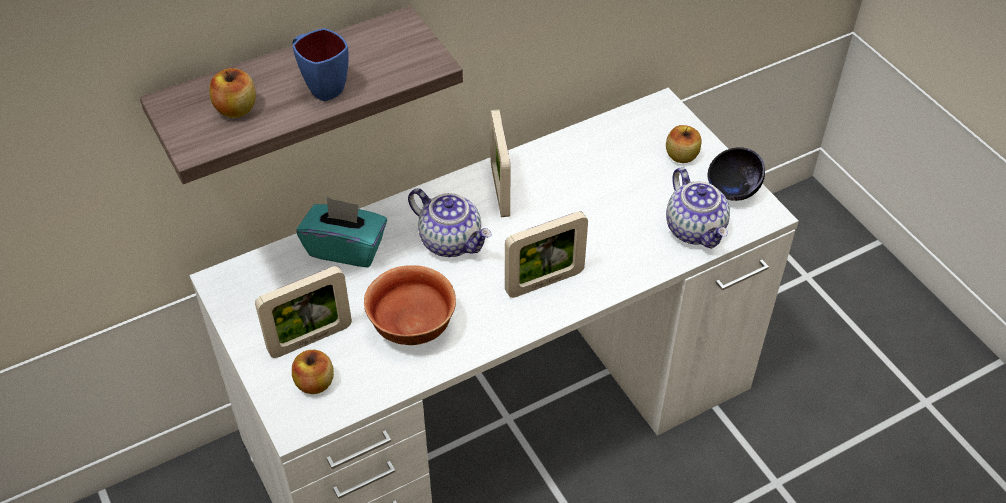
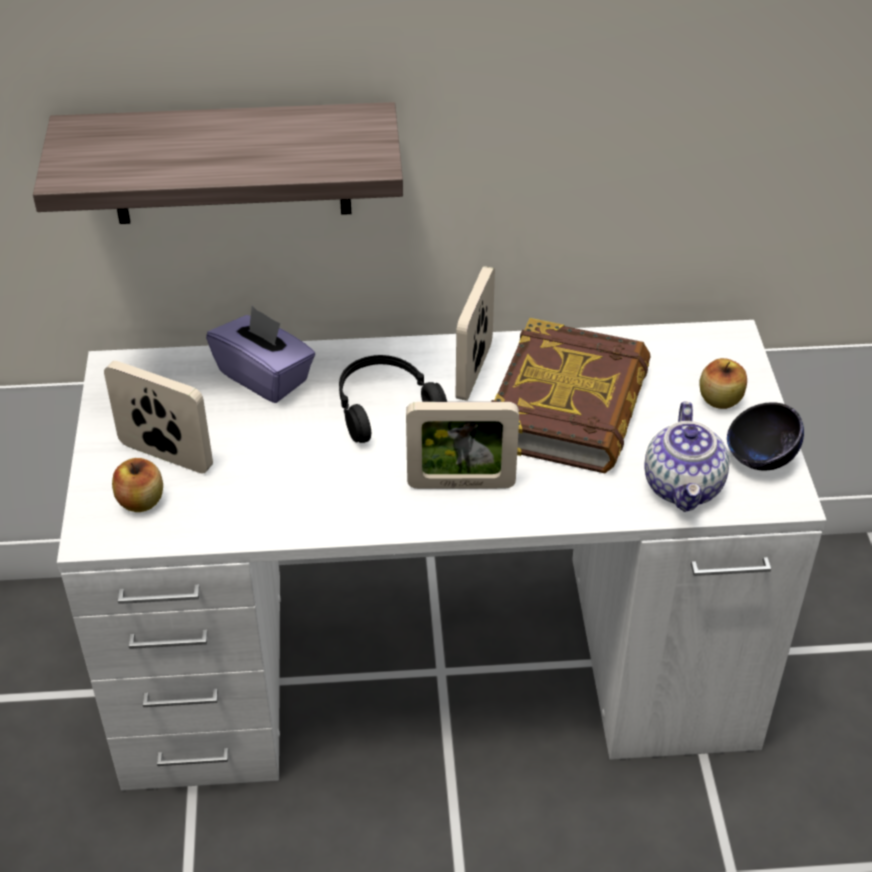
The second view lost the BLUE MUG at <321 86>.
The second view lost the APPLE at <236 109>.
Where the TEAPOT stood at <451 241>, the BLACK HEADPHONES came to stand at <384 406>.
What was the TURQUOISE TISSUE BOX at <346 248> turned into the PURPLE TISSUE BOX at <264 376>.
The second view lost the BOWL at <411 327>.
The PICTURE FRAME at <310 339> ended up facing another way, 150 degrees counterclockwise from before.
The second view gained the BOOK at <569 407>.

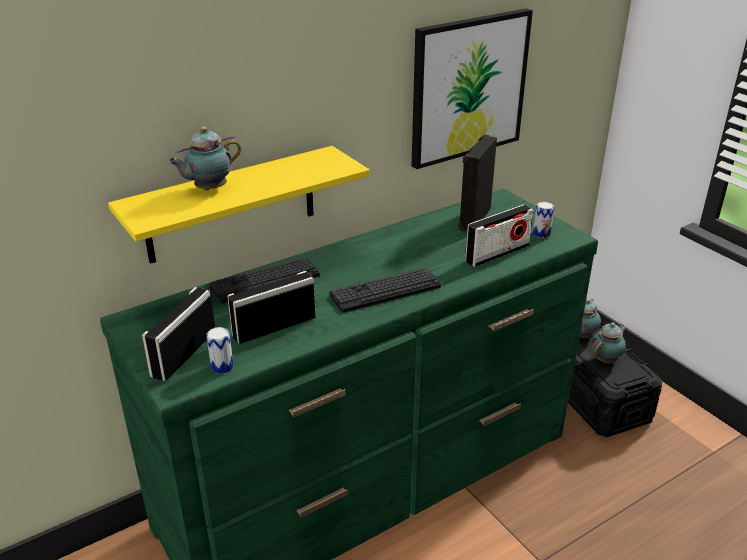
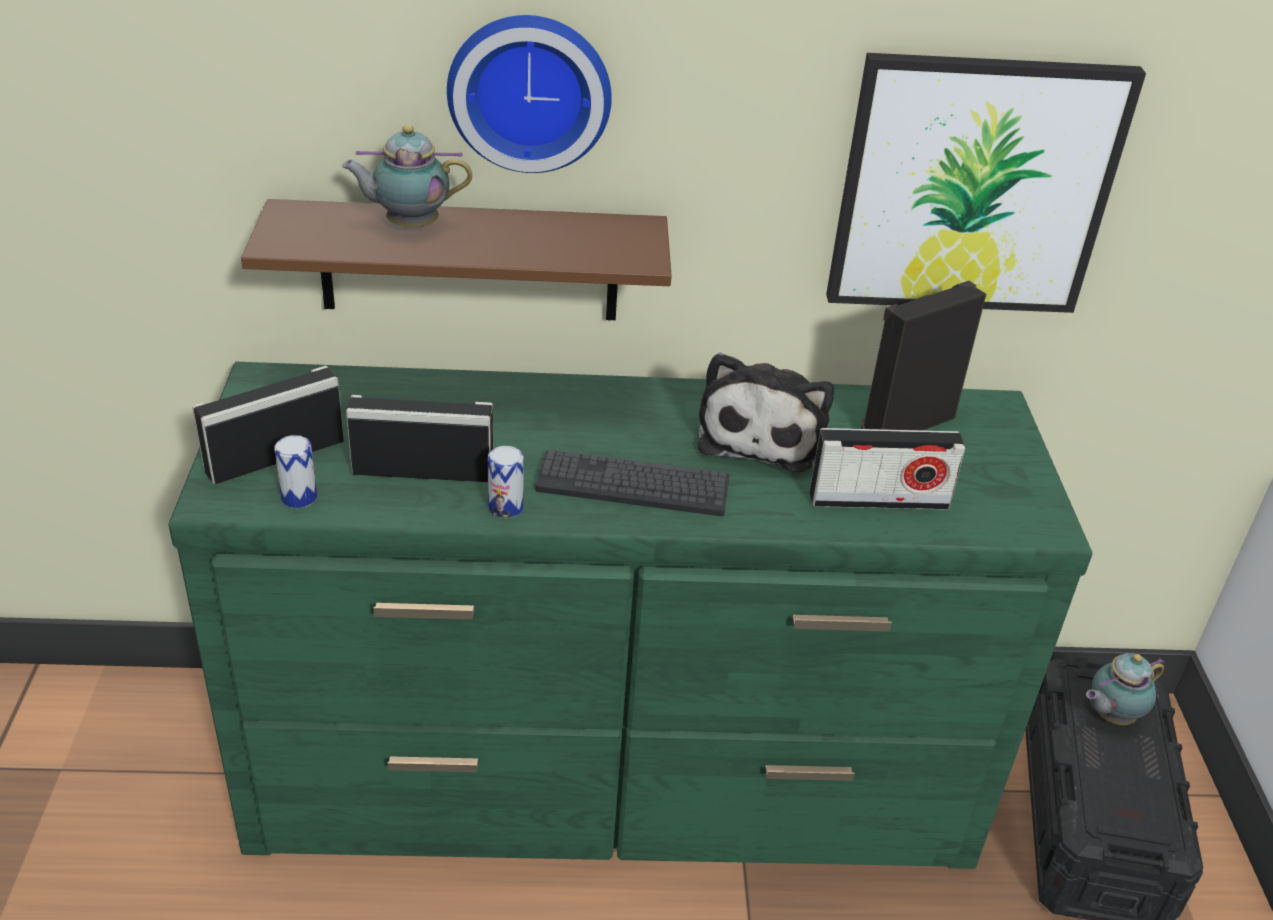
What was the YELLOW SHELF at <231 205> turned into the BROWN SHELF at <469 261>.
The CAN ended up elsewhere, having gone from <541 234> to <505 507>.
The second view lost the KEYBOARD at <265 281>.
The second view lost the TEAPOT at <606 359>.
The second view gained the WALL CLOCK at <530 90>.
The second view gained the PLUSH TOY at <763 434>.

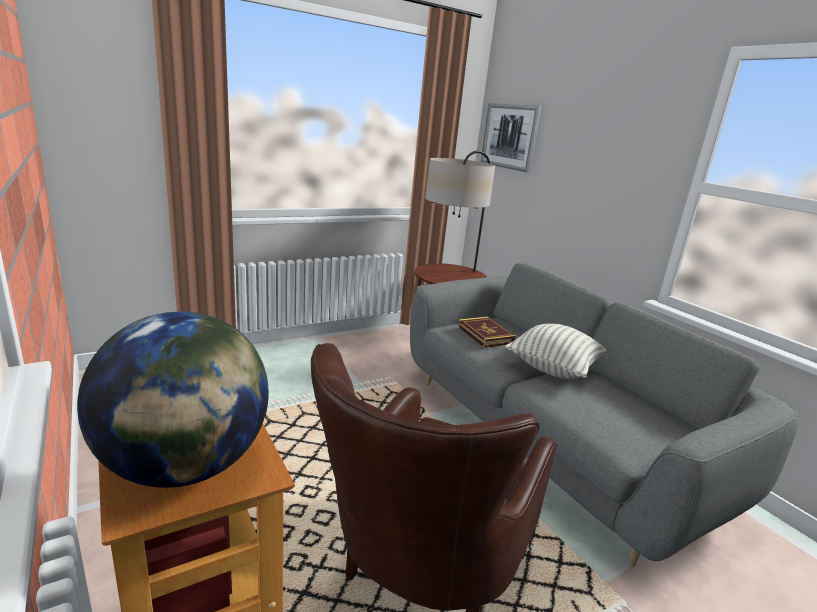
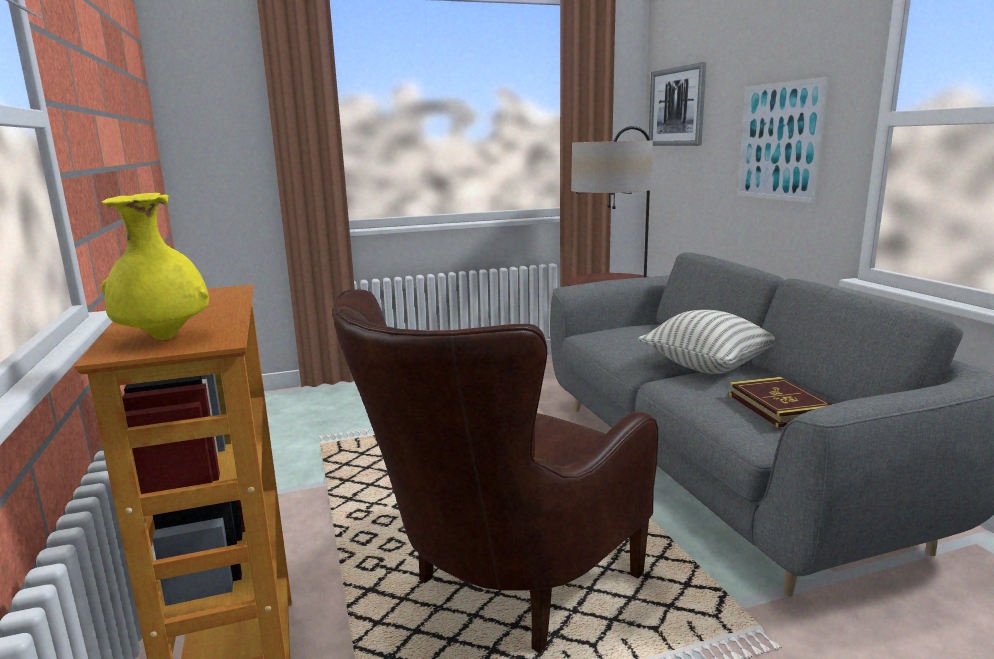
Where the GLOBE stood at <186 466>, the YELLOW VASE came to stand at <164 338>.
The BOOK ended up elsewhere, having gone from <485 335> to <778 407>.
The second view gained the PICTURE at <779 141>.

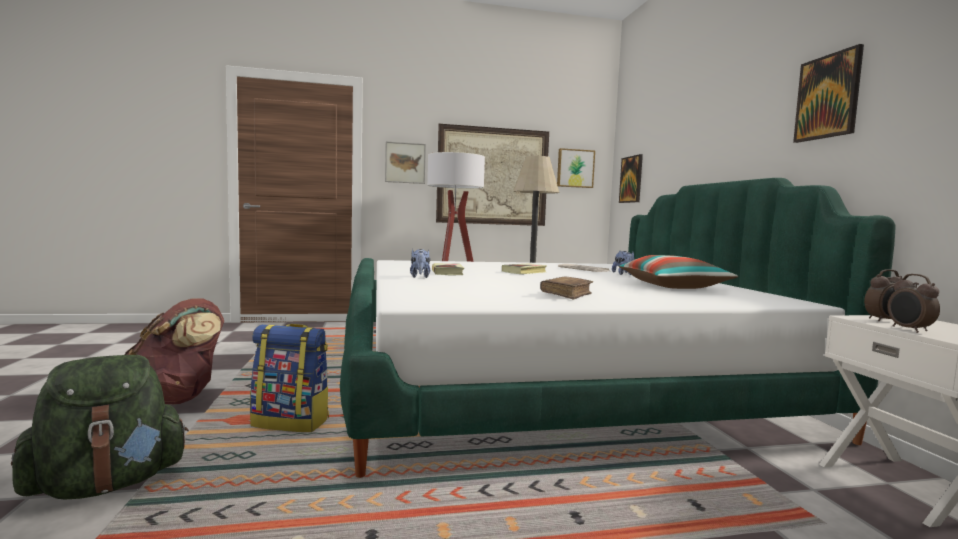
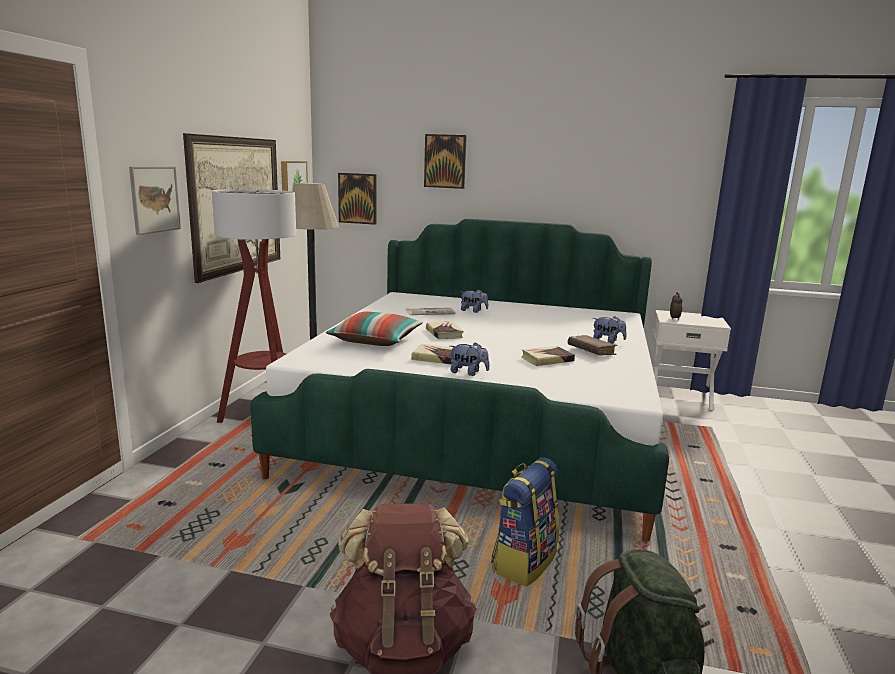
The PICTURE ended up elsewhere, having gone from <828 97> to <445 161>.
The PILLOW ended up elsewhere, having gone from <672 286> to <375 341>.
The second view lost the ALARM CLOCK at <909 329>.
The second view gained the PLUSH TOY at <607 341>.
The second view gained the BOOK at <547 359>.

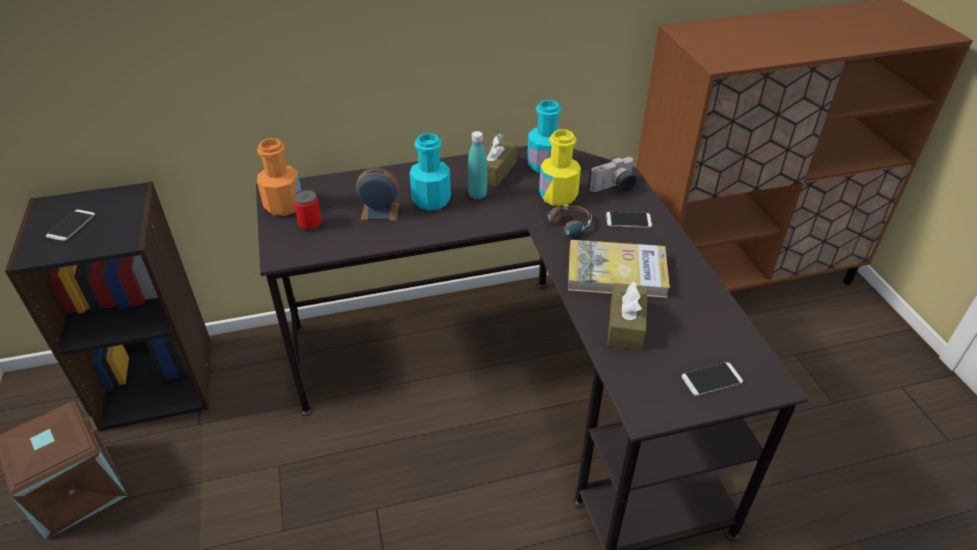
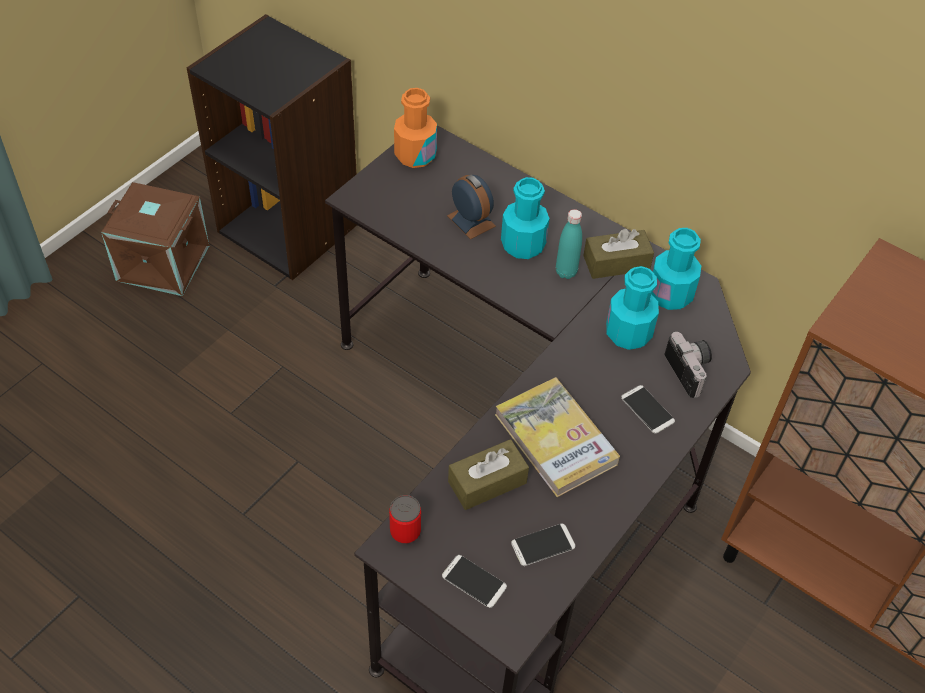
What was the YELLOW BOTTLE at <558 196> turned into the TURQUOISE BOTTLE at <628 333>.
The PHOTO CAMERA at <614 187> ended up facing another way, 135 degrees counterclockwise from before.
The CAN ended up elsewhere, having gone from <310 224> to <405 531>.
The second view lost the HEADPHONES at <564 228>.
The PHONE ended up elsewhere, having gone from <71 225> to <543 545>.

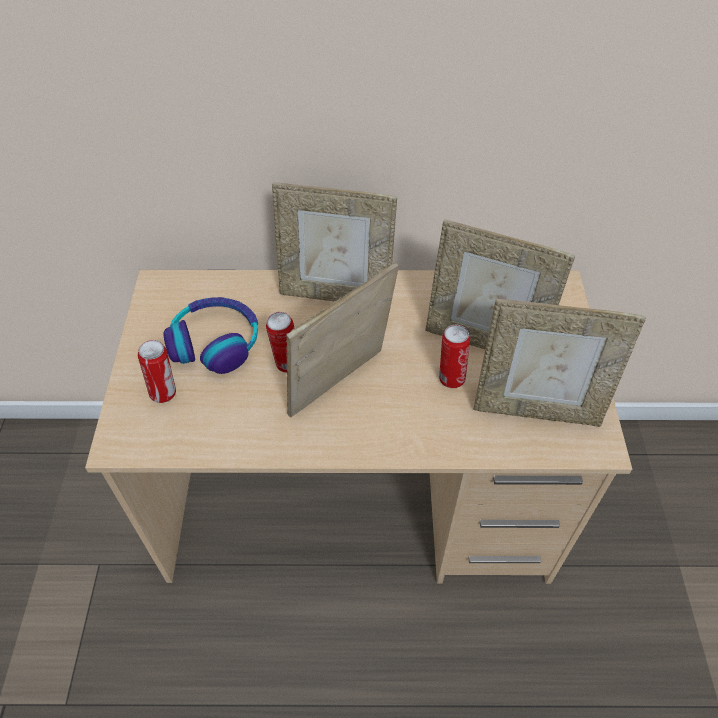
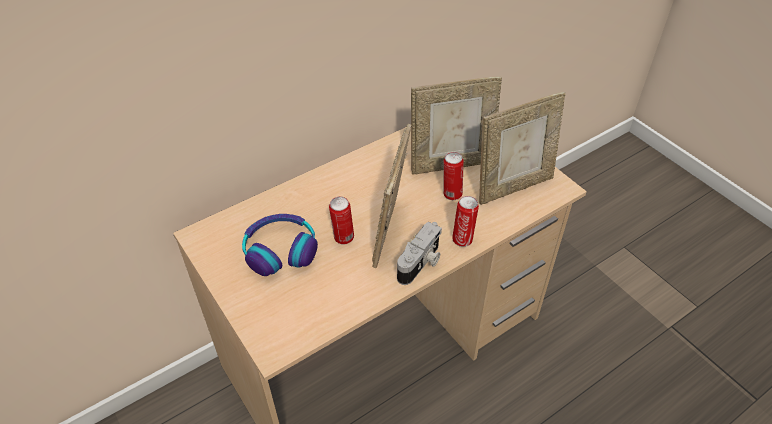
The second view lost the PICTURE FRAME at <335 294>.
The CAN ended up elsewhere, having gone from <164 392> to <462 239>.
The second view gained the PHOTO CAMERA at <421 263>.

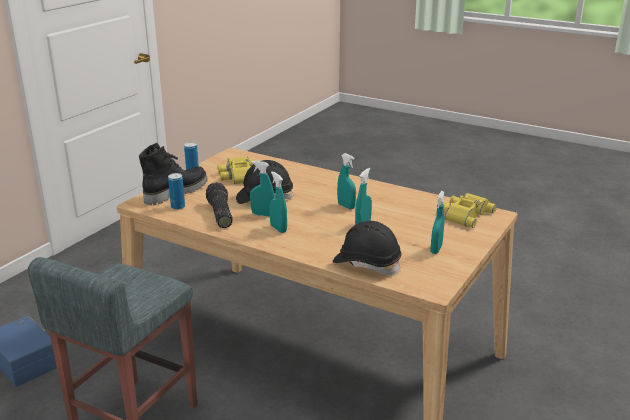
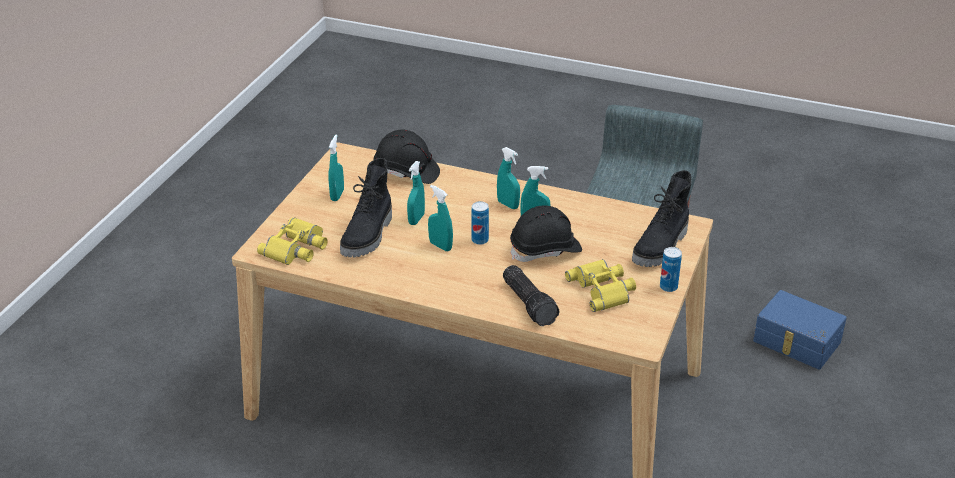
The CAN ended up elsewhere, having gone from <178 207> to <480 240>.
The FLASHLIGHT ended up elsewhere, having gone from <219 214> to <530 303>.
The second view gained the BLACK BOOT at <369 236>.

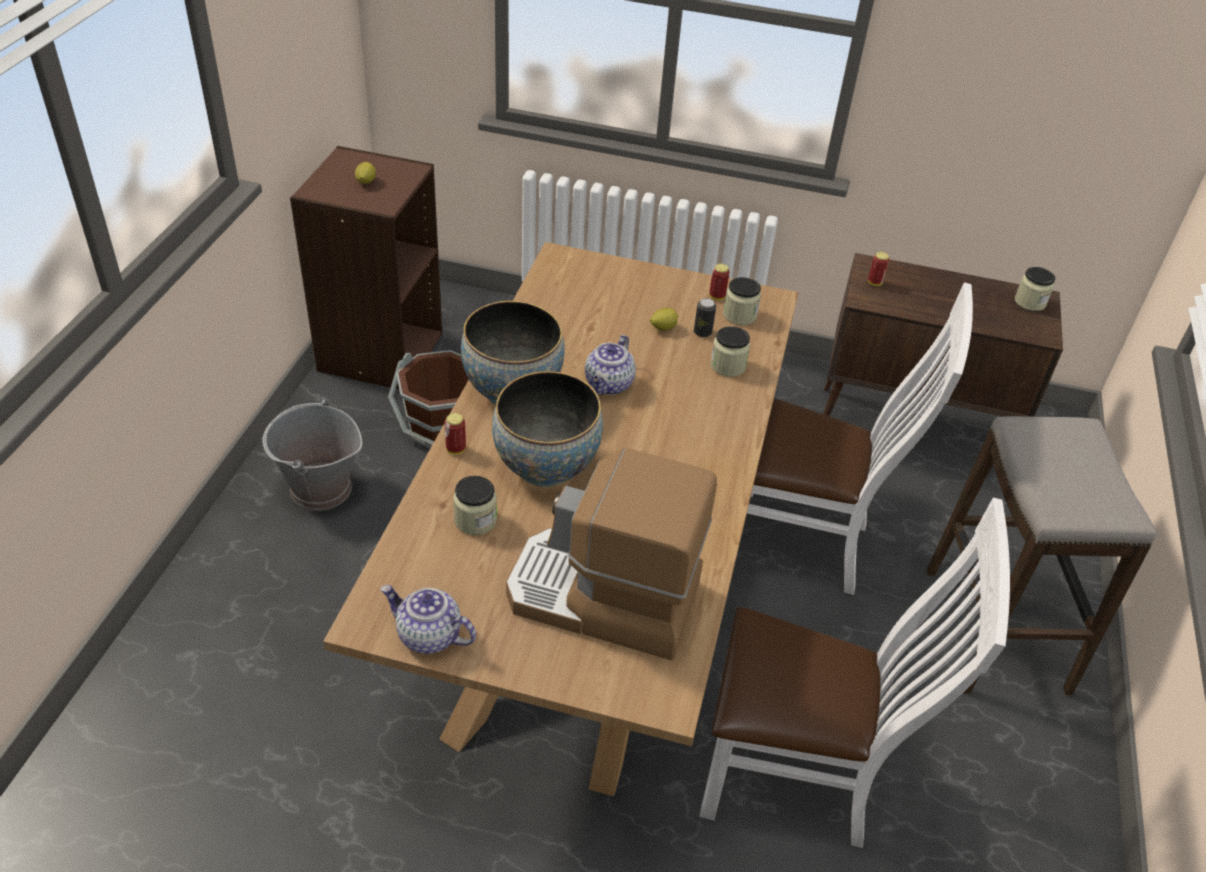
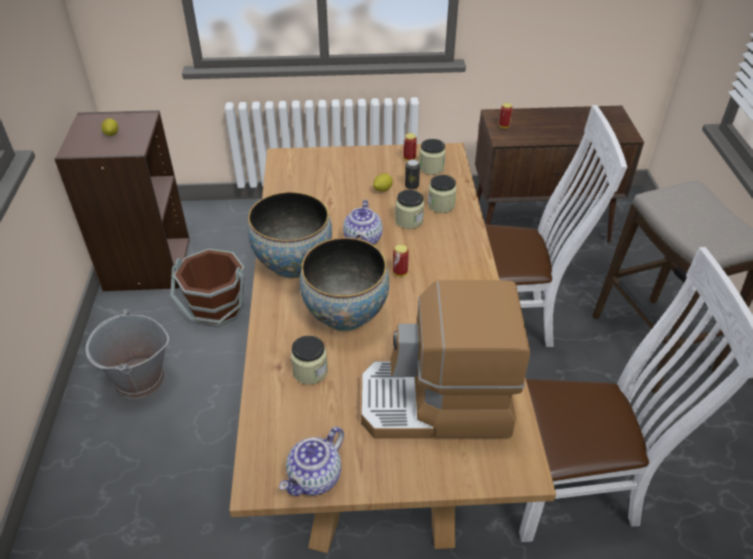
The JAR ended up elsewhere, having gone from <1030 302> to <409 220>.
The CAN ended up elsewhere, having gone from <456 449> to <400 273>.
The TEAPOT at <428 636> ended up facing another way, 60 degrees counterclockwise from before.

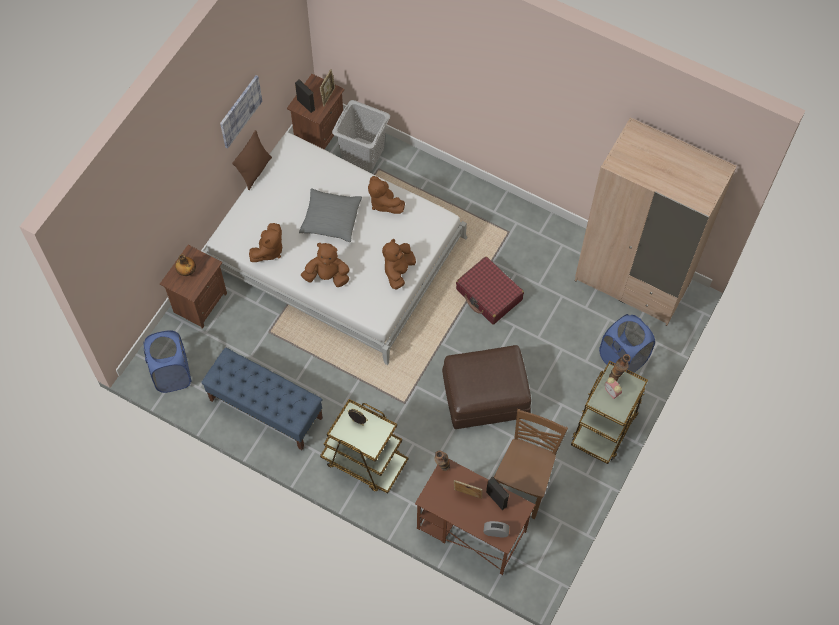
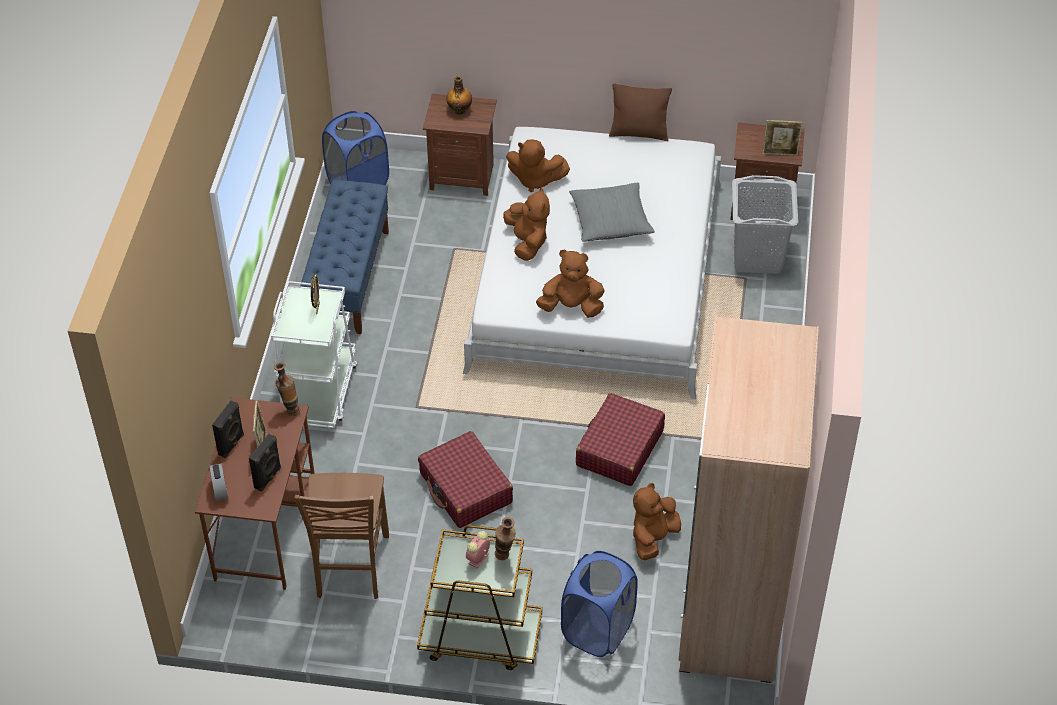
The second view lost the PICTURE at <240 111>.
The BLACK SPEAKER ended up elsewhere, having gone from <306 104> to <232 444>.
The BROWN PLUSH TOY ended up elsewhere, having gone from <384 202> to <653 538>.
Where the BROWN OTTOMAN stood at <485 396>, the RED SUITCASE came to stand at <465 488>.
What was the BROWN CART at <364 461> turned into the WHITE CART at <318 392>.
The BROWN CHAIR at <523 486> ended up facing another way, 90 degrees clockwise from before.

